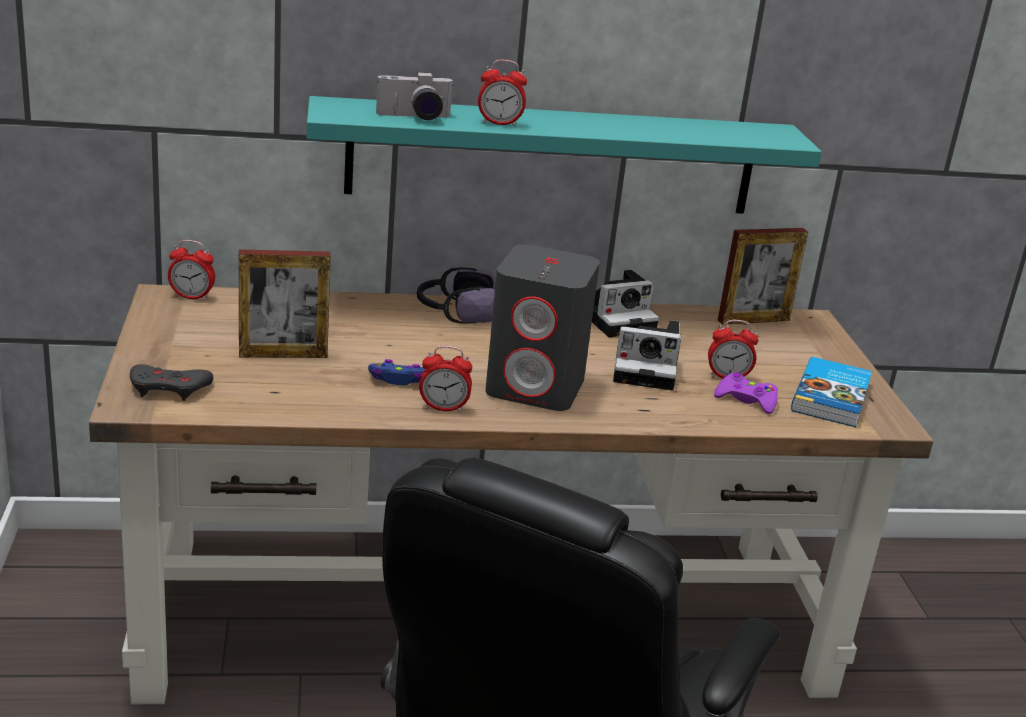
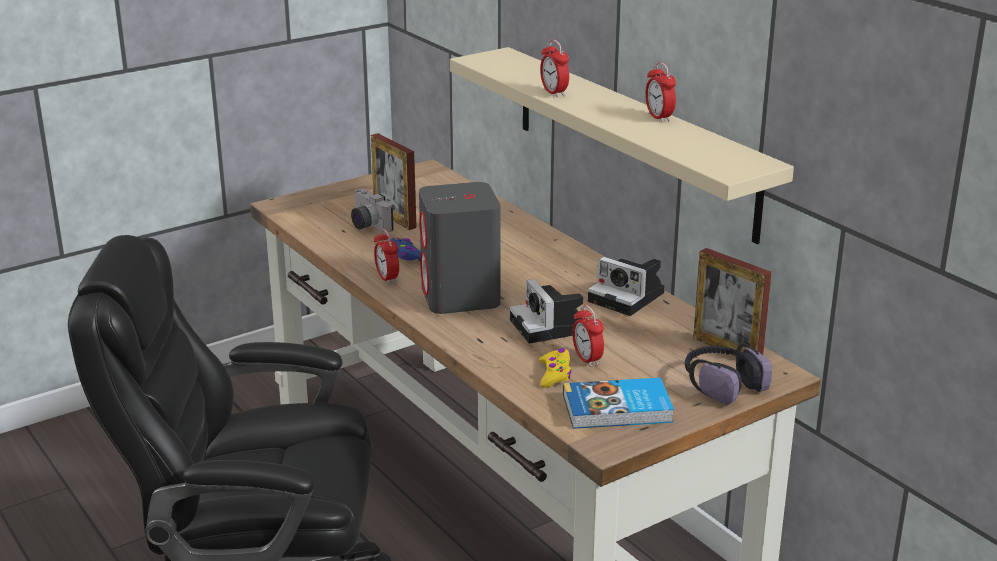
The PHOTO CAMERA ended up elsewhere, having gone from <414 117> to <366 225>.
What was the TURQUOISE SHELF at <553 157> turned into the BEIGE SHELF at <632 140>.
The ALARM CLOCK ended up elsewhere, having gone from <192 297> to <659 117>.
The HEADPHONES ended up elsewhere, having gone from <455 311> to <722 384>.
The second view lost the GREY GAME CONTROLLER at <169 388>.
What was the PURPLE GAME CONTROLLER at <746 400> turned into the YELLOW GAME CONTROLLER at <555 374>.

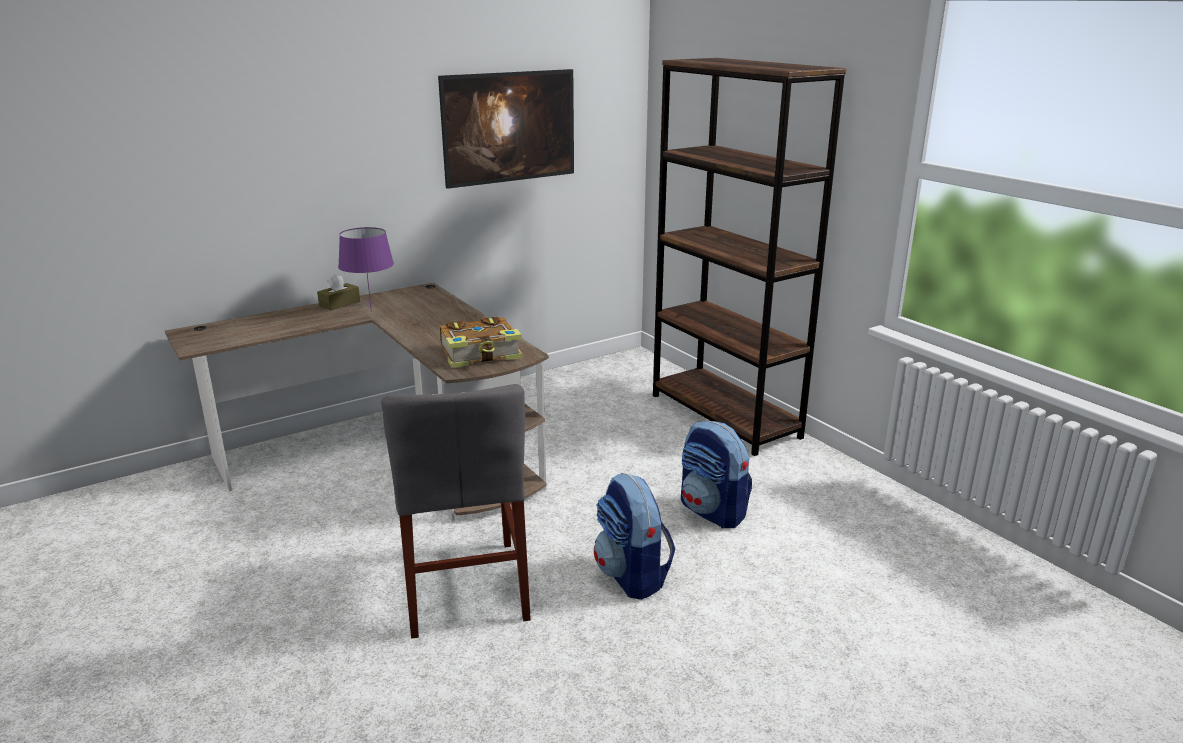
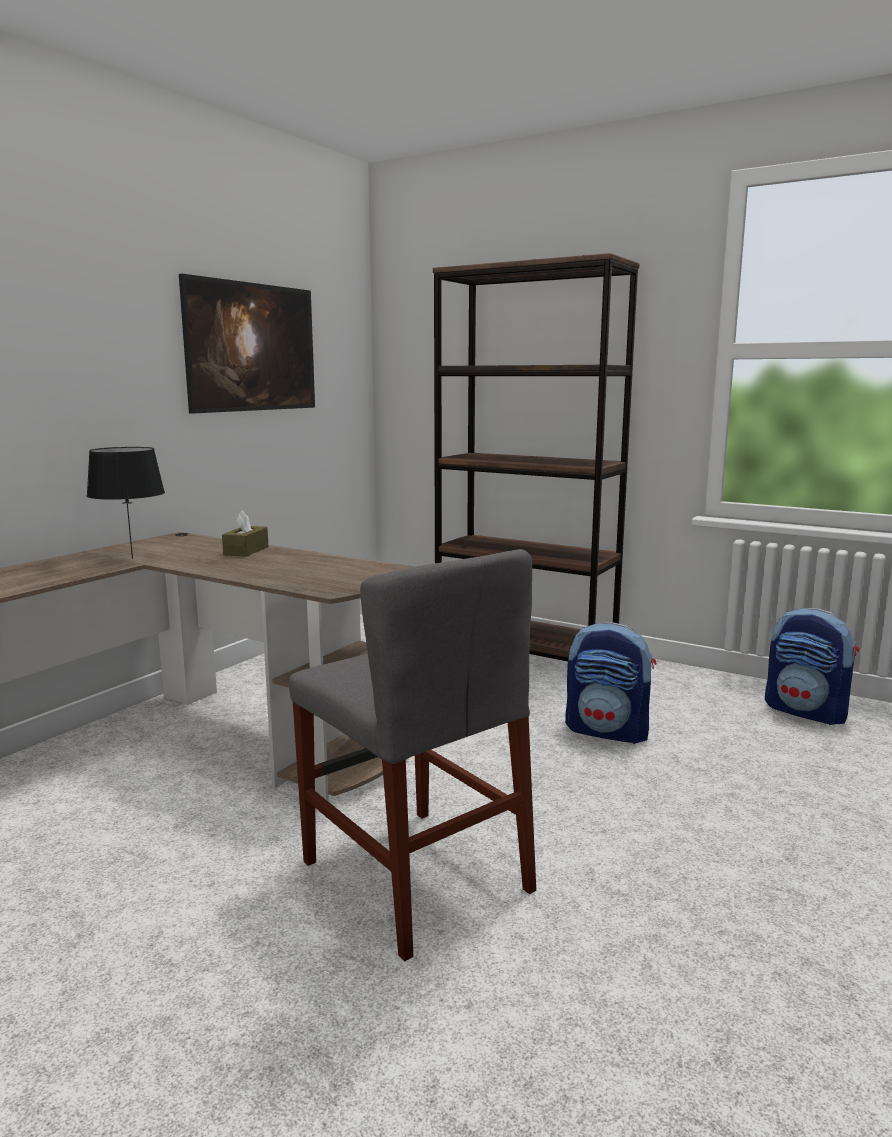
What was the PURPLE TABLE LAMP at <370 311> turned into the BLACK TABLE LAMP at <131 558>.
The BROWN TISSUE BOX ended up elsewhere, having gone from <339 304> to <246 550>.
The second view lost the BOOK at <481 354>.
The BACKPACK ended up elsewhere, having gone from <632 576> to <807 712>.

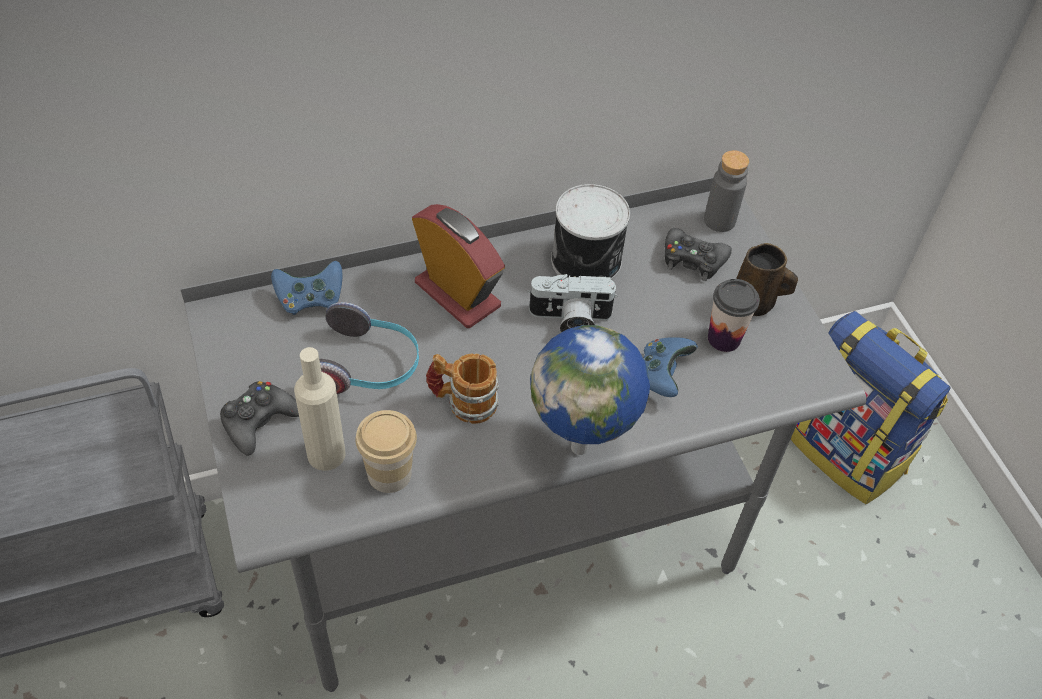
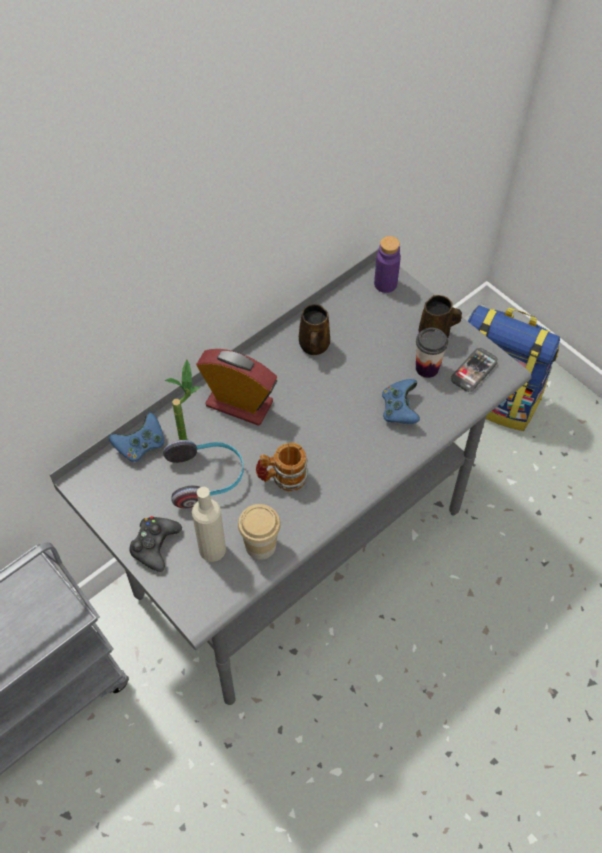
What was the GREY BOTTLE at <719 220> turned into the PURPLE BOTTLE at <385 284>.
Where the CAN stood at <588 261>, the BROWN MUG came to stand at <314 346>.
The second view lost the BLACK GAME CONTROLLER at <693 260>.
The second view lost the PHOTO CAMERA at <570 320>.
The second view lost the GLOBE at <582 446>.
The second view gained the PHONE at <474 371>.
The second view gained the POTTED PLANT at <189 435>.

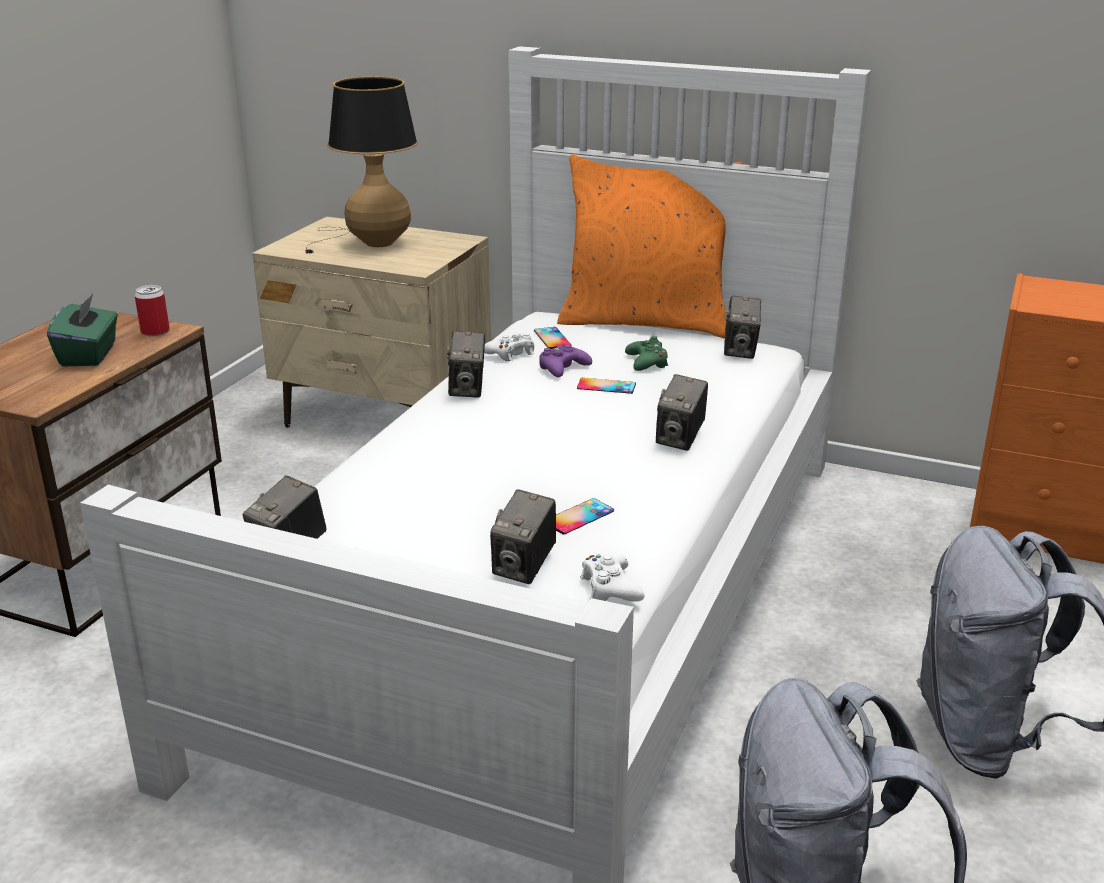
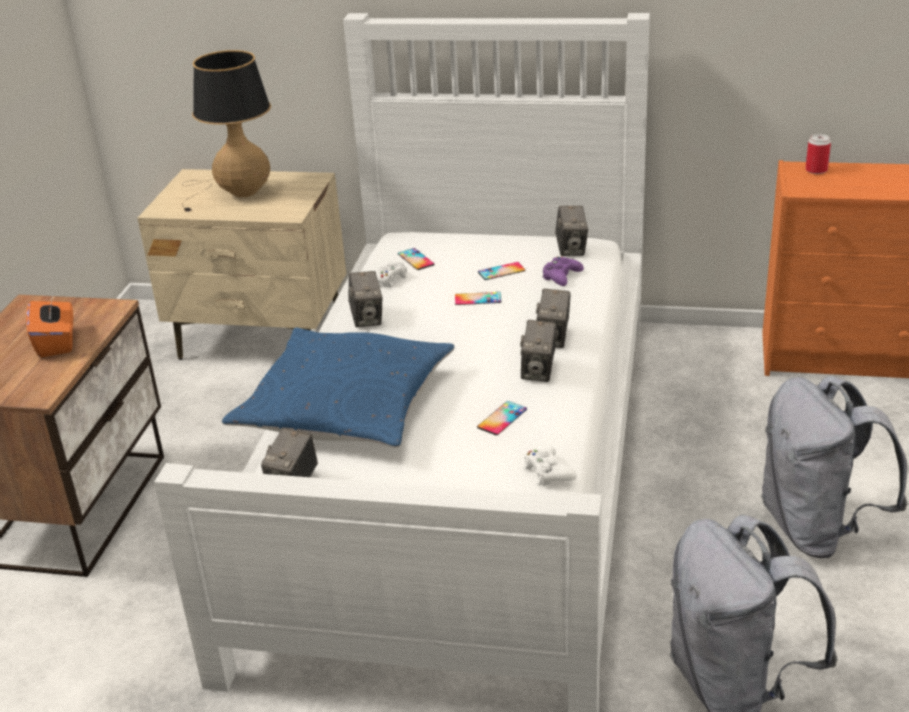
The second view lost the ORANGE PILLOW at <645 322>.
The CAN ended up elsewhere, having gone from <155 332> to <816 170>.
What was the GREEN TISSUE BOX at <89 355> turned into the ORANGE TISSUE BOX at <57 342>.
Where the GREEN GAME CONTROLLER stood at <647 362>, the PHONE came to stand at <501 271>.
The PURPLE GAME CONTROLLER ended up elsewhere, having gone from <563 368> to <561 276>.
The PHOTO CAMERA ended up elsewhere, having gone from <524 567> to <539 371>.
The second view gained the BLUE PILLOW at <345 406>.

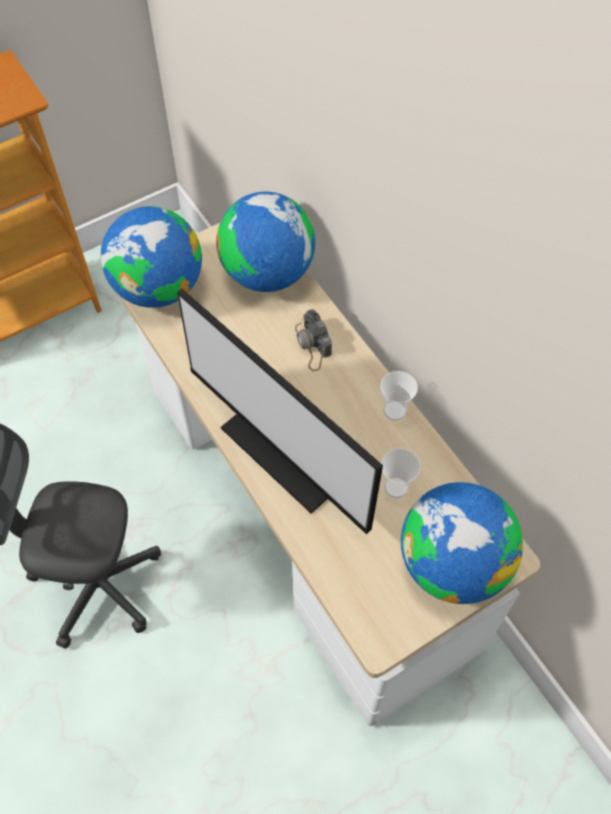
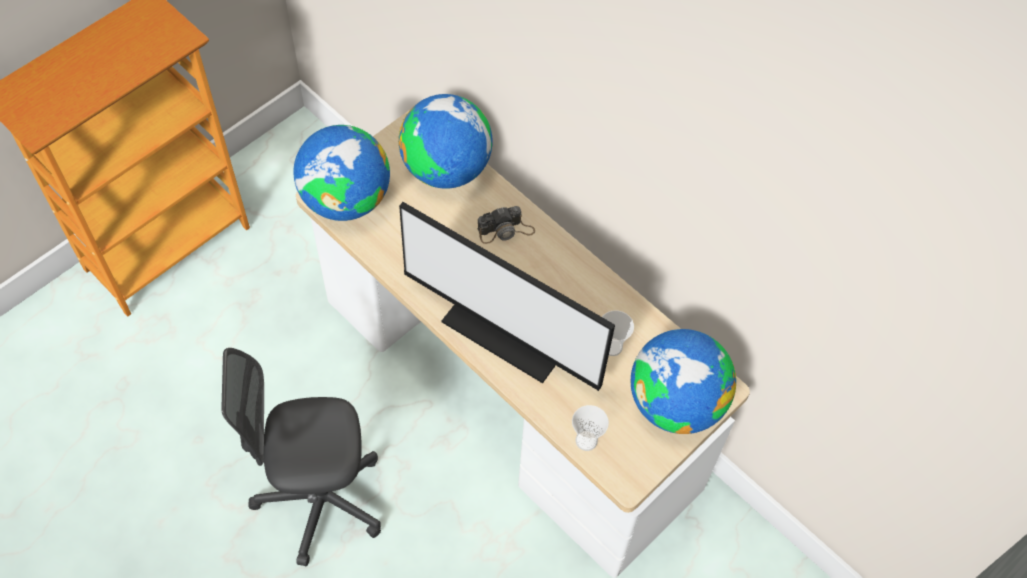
The PHOTO CAMERA at <312 345> ended up facing another way, 75 degrees counterclockwise from before.
The CUP ended up elsewhere, having gone from <394 411> to <586 440>.

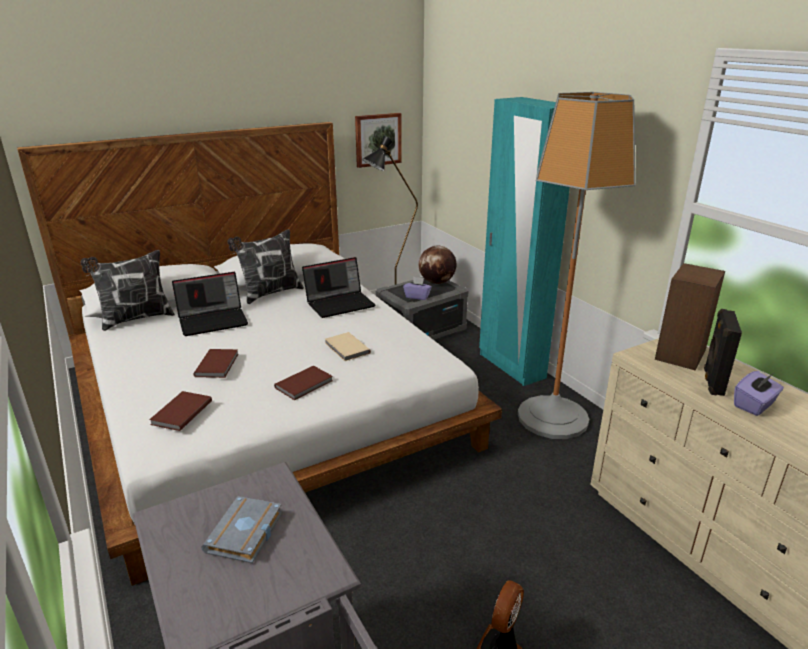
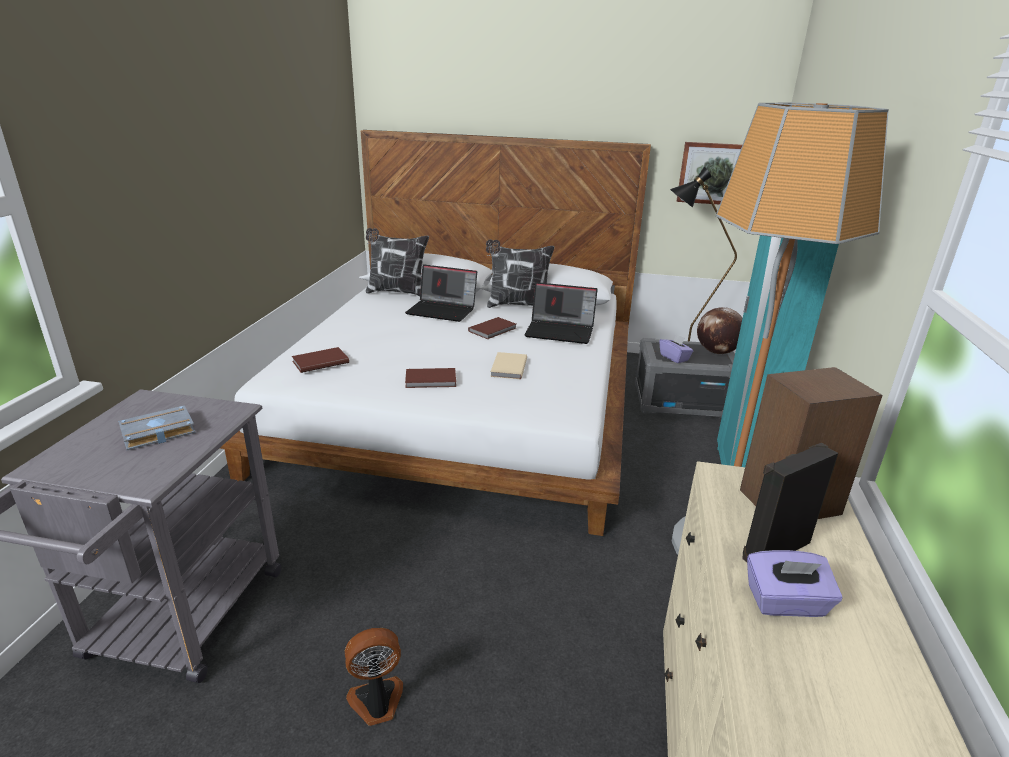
The BROWN BOOK ended up elsewhere, having gone from <218 364> to <493 330>.

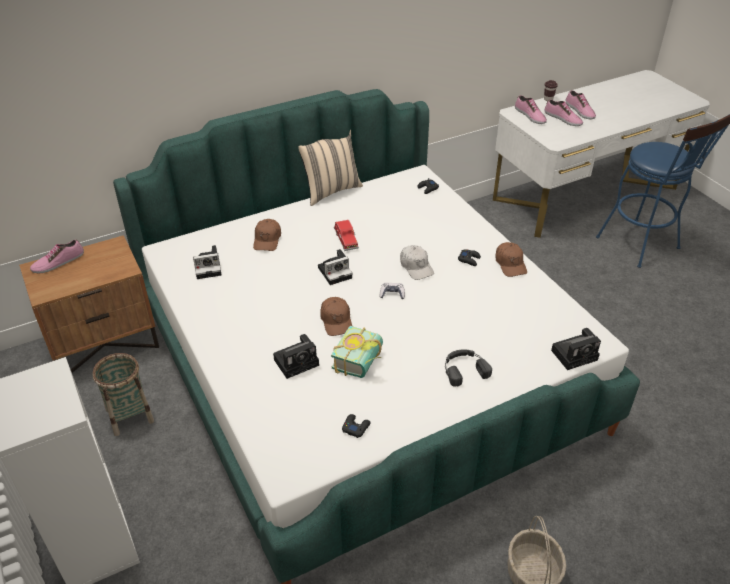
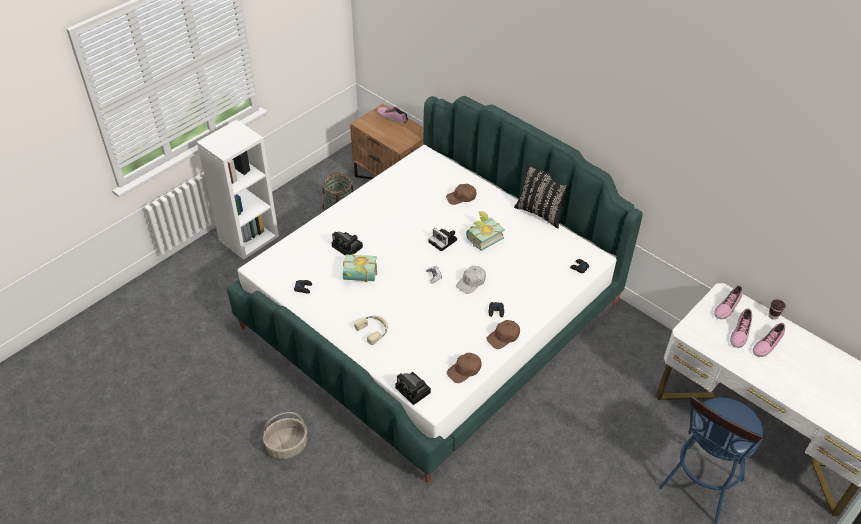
What was the BEIGE PILLOW at <330 190> turned into the BLACK PILLOW at <540 212>.
Where the RED TOY CAR stood at <345 240>, the BOOK came to stand at <482 237>.
The second view lost the PHOTO CAMERA at <209 267>.
The BROWN CAP ended up elsewhere, having gone from <336 321> to <464 370>.
What was the BLACK HEADPHONES at <464 369> turned into the BEIGE HEADPHONES at <373 330>.

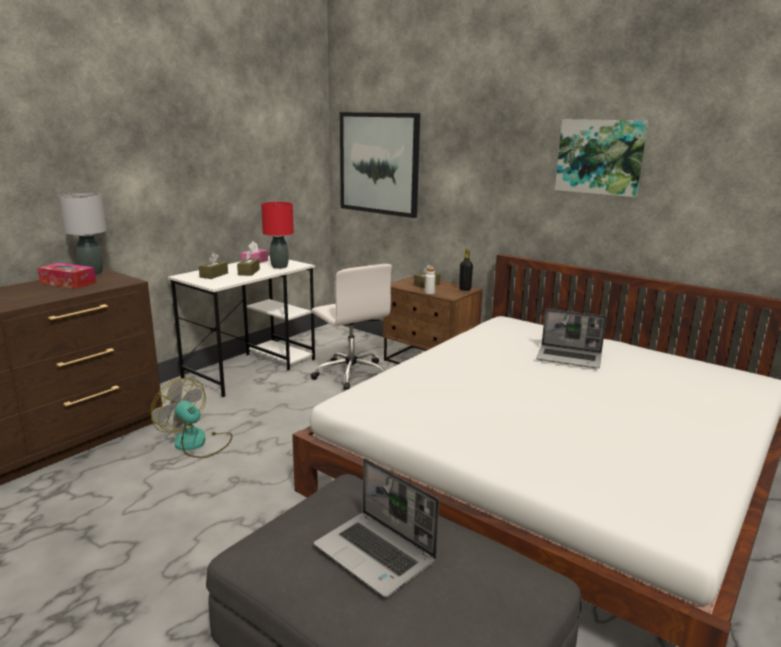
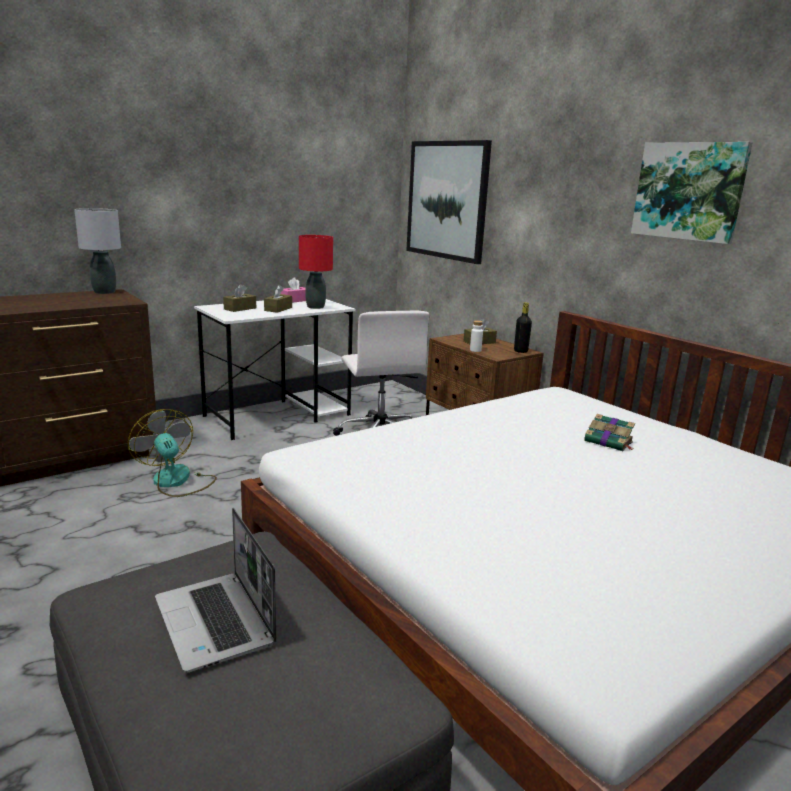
The second view lost the TISSUE BOX at <68 283>.
Where the LAPTOP stood at <569 358>, the BOOK came to stand at <609 442>.

